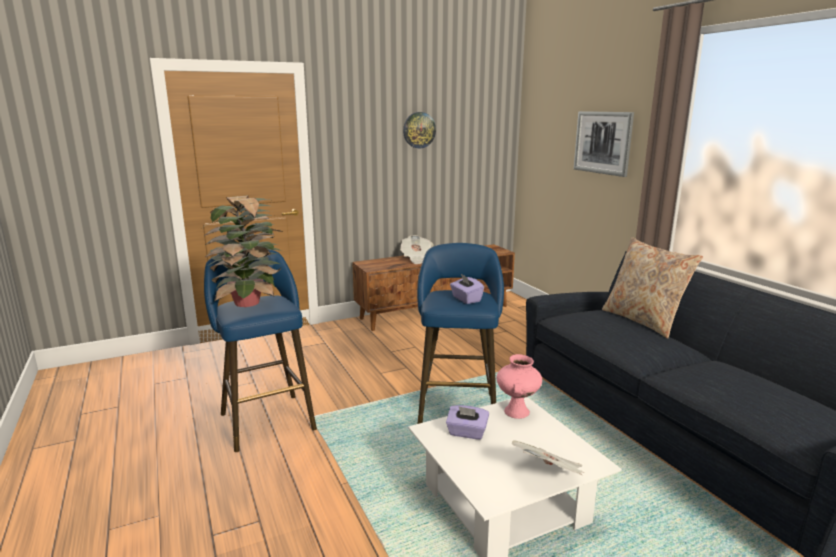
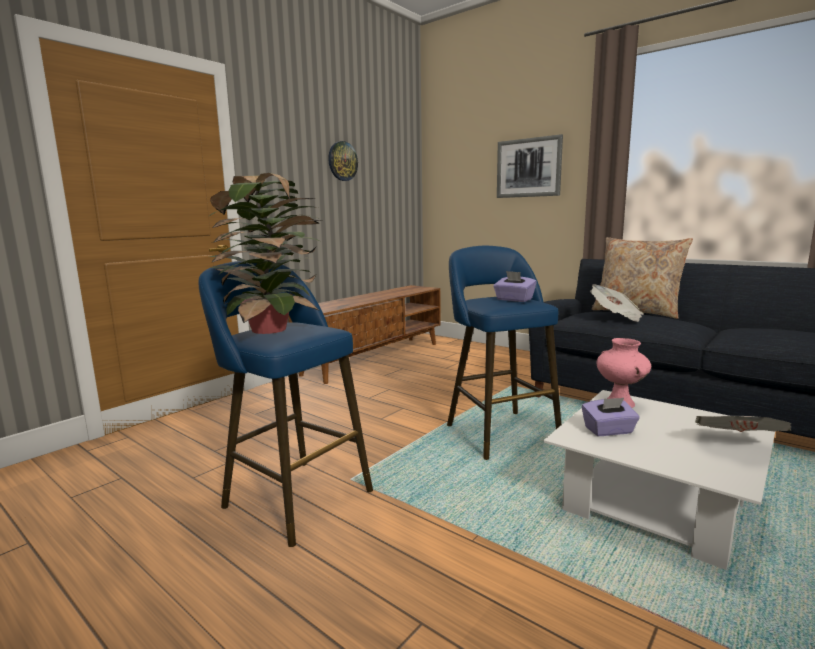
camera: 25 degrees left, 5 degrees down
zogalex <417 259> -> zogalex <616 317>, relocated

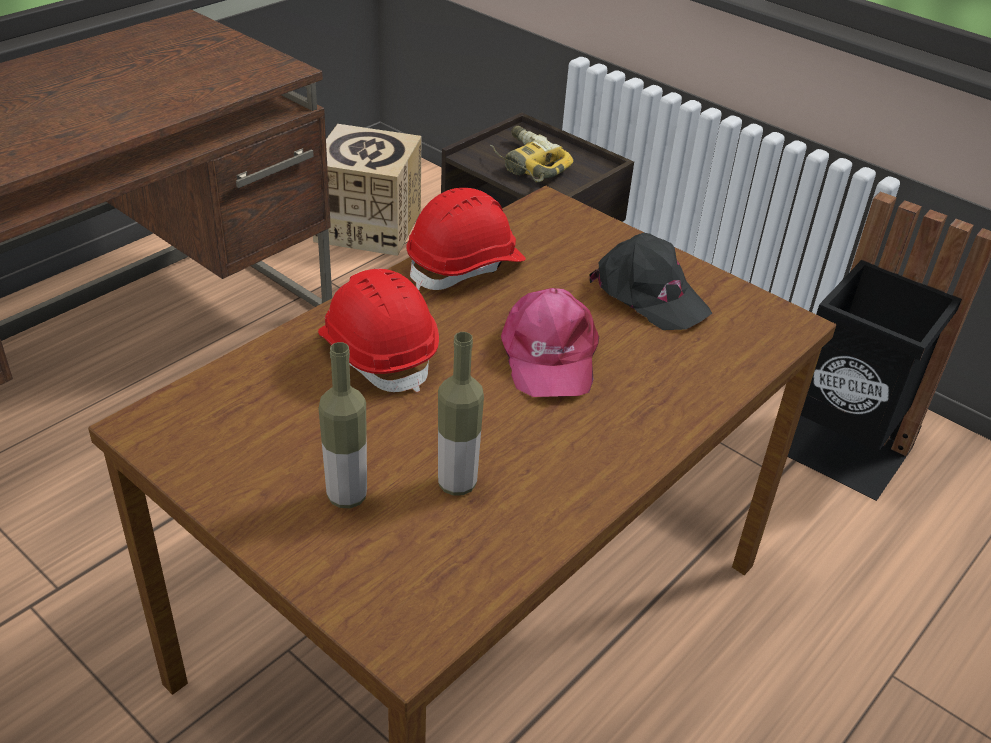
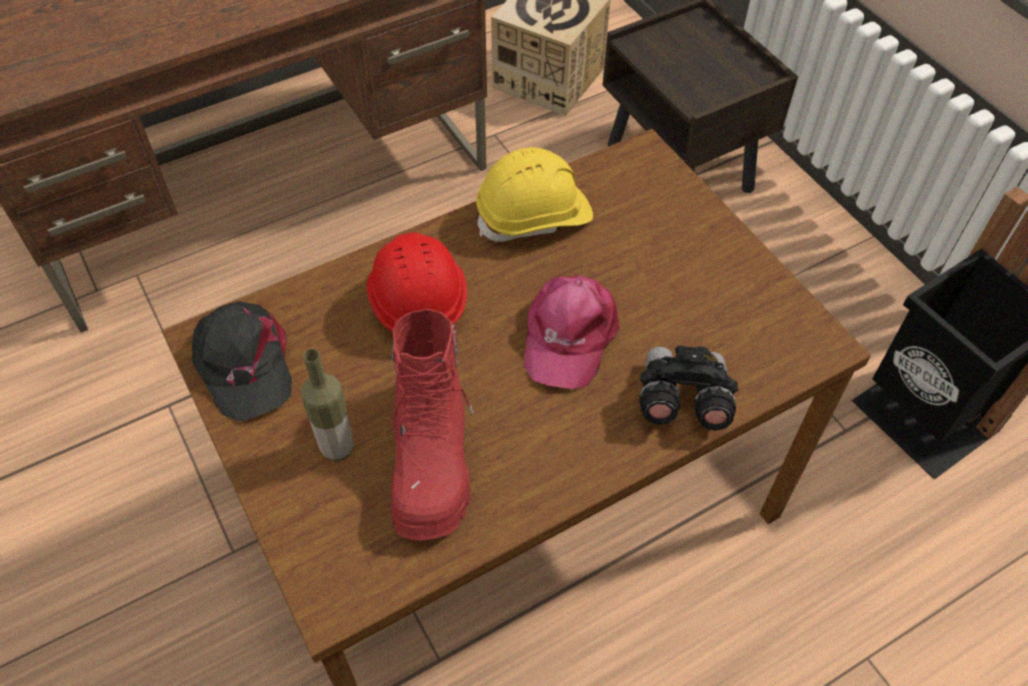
camera: 20 degrees right, 15 degrees up
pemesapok <526 164> -> none
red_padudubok <466 266> -> yellow_padudubok <534 217>
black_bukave <649 295> -> black_bukave <244 364>, relocated
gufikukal <457 484> -> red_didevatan <432 457>
none -> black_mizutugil <681 401>

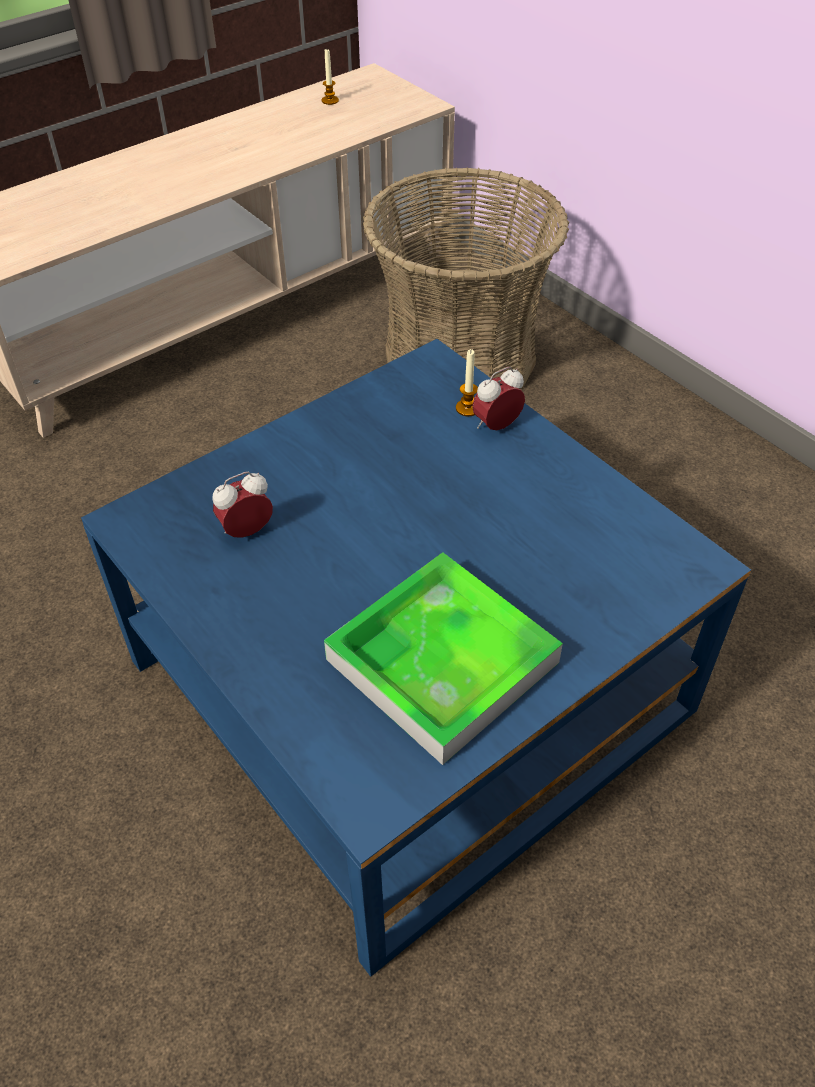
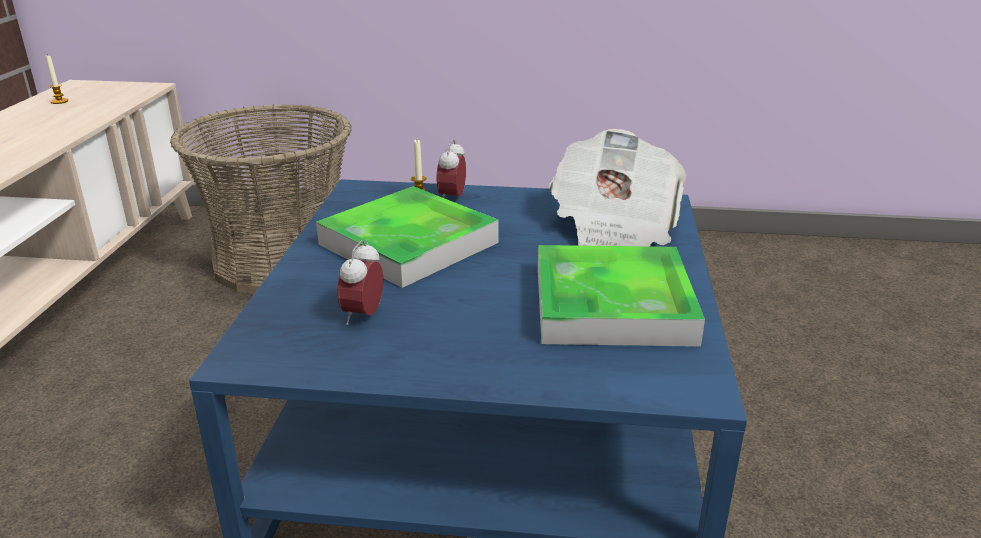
camera: 45 degrees left, 20 degrees down
none -> zogalex <613 227>
none -> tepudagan <408 243>

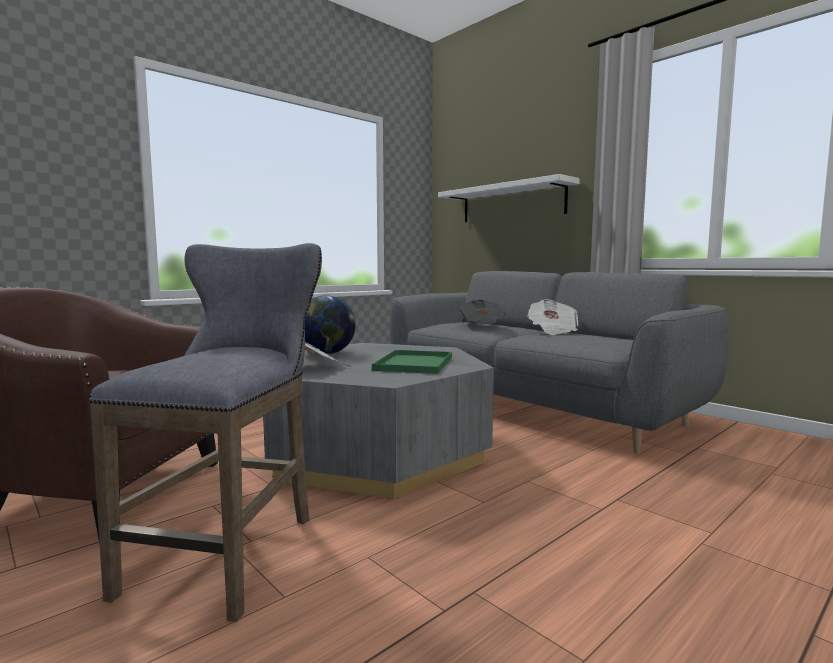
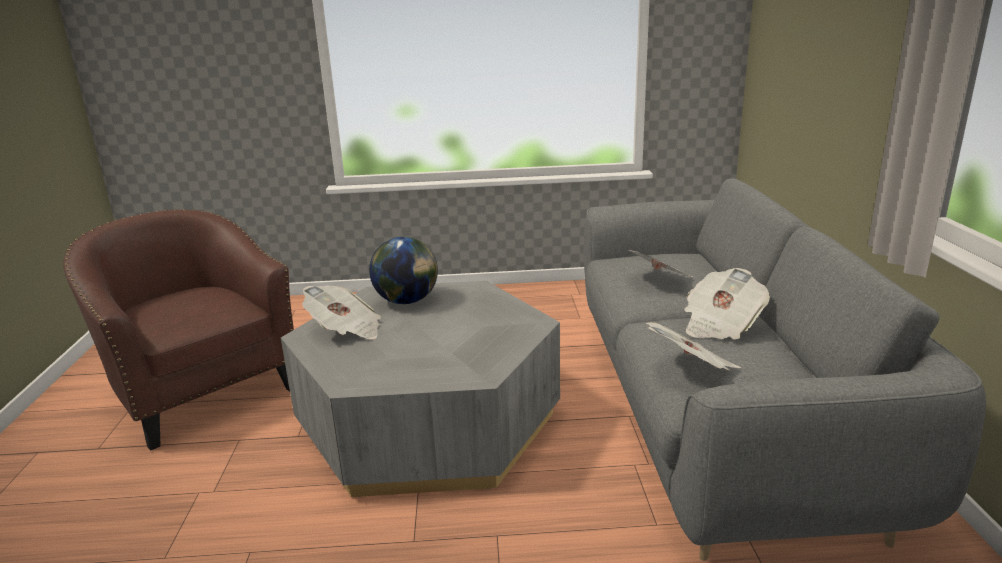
camera: 40 degrees right, 15 degrees up
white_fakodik <512 202> -> none
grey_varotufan <233 549> -> none
green_tepudagan <415 364> -> none
none -> zogalex <691 369>

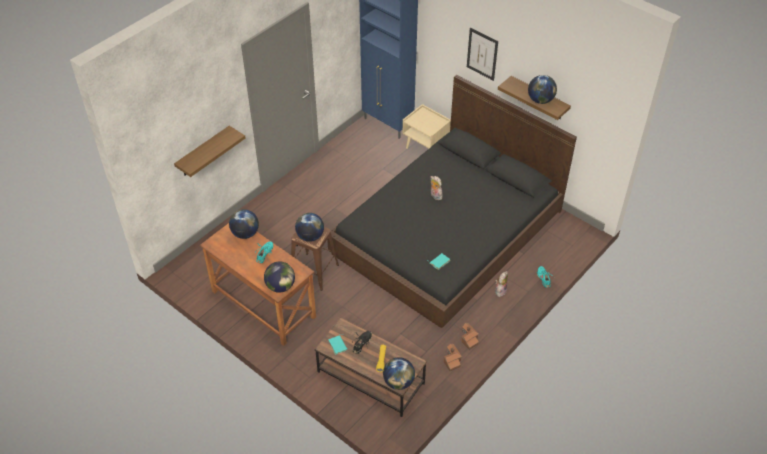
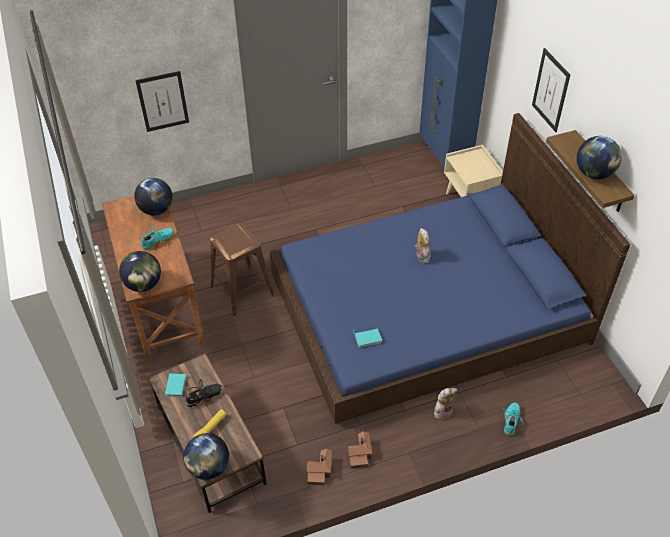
camera: 30 degrees right, 0 degrees up
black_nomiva <447 232> -> blue_nomiva <427 309>
fakodik <203 152> -> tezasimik <163 101>
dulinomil <310 236> -> none

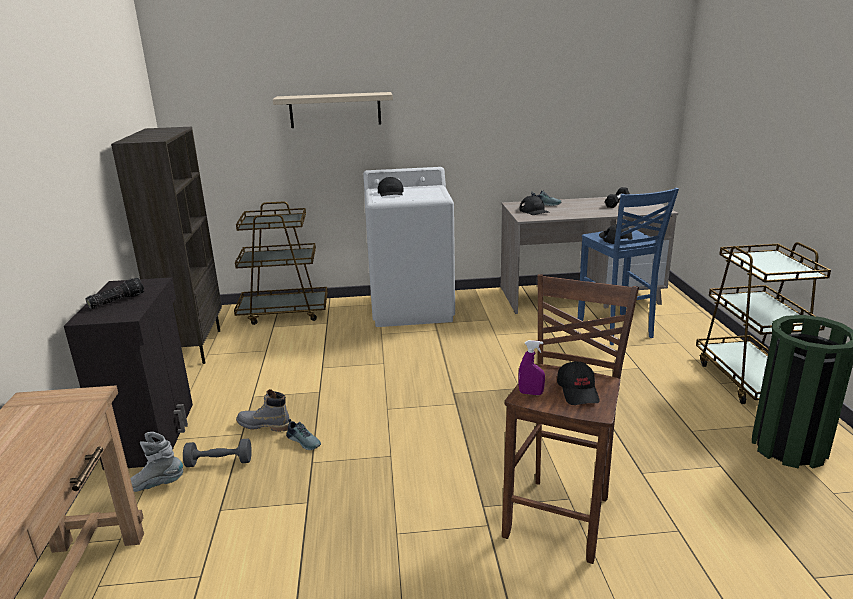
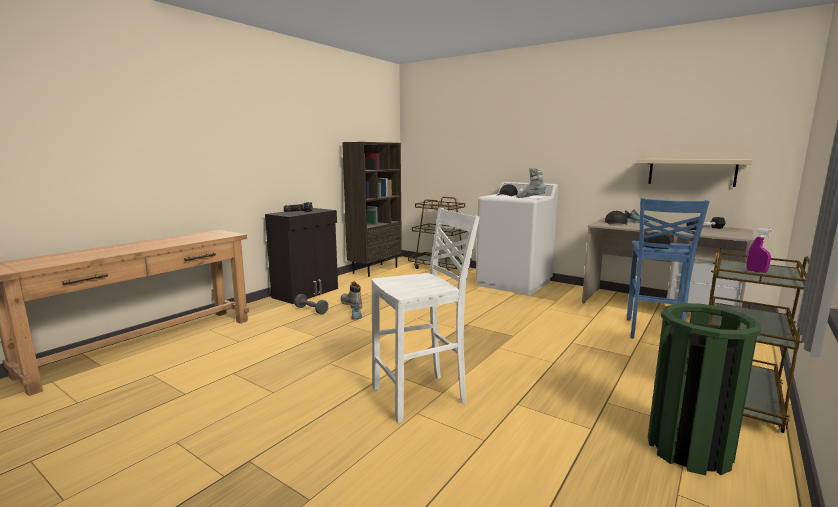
camera: 40 degrees right, 10 degrees down
beige_fakodik <335 110> -> beige_fakodik <691 172>, relocated
brown_varotufan <561 516> -> white_varotufan <421 397>
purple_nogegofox <531 393> -> purple_nogegofox <756 271>, relocated
black_bukave <578 392> -> none
grey_didevatan <156 485> -> grey_didevatan <530 198>, relocated

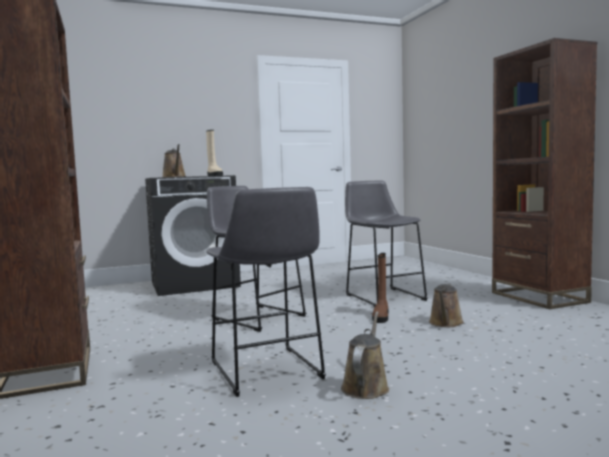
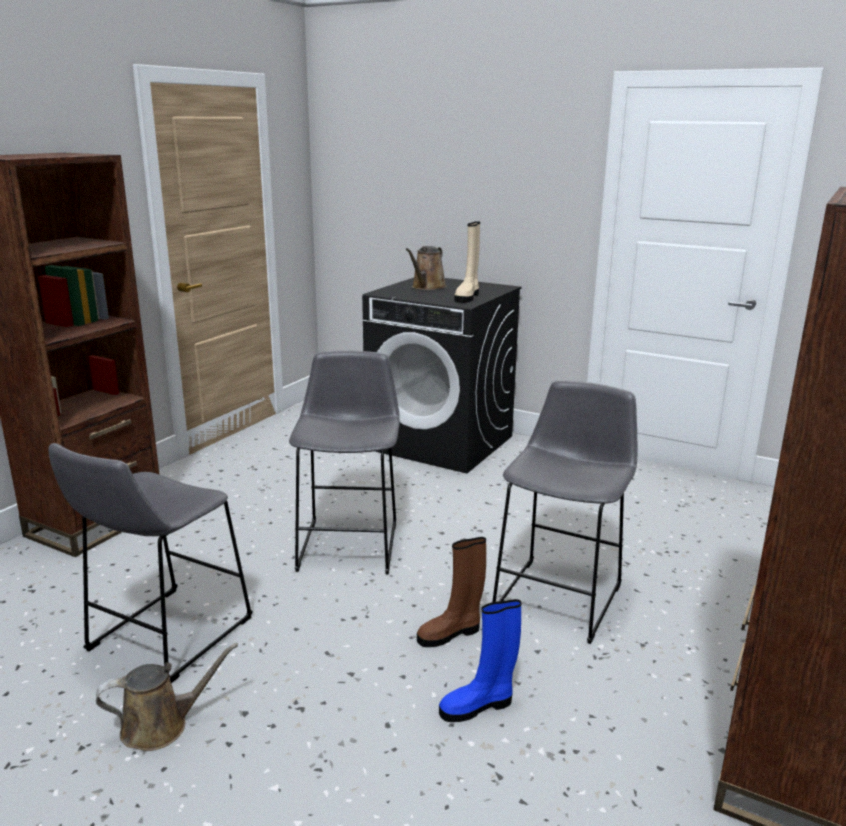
camera: 50 degrees right, 15 degrees up
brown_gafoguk <445 323> -> blue_didevatan <478 706>

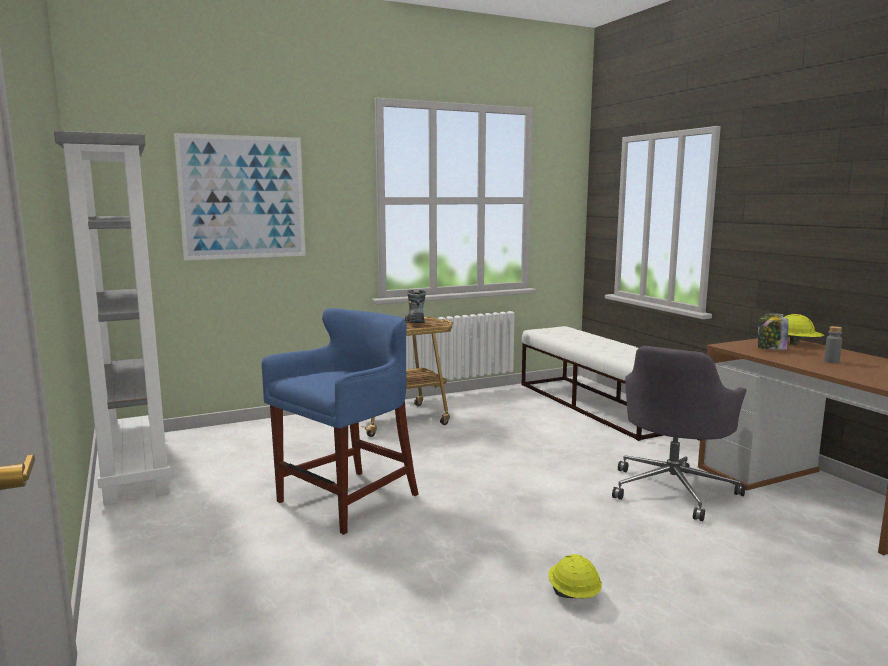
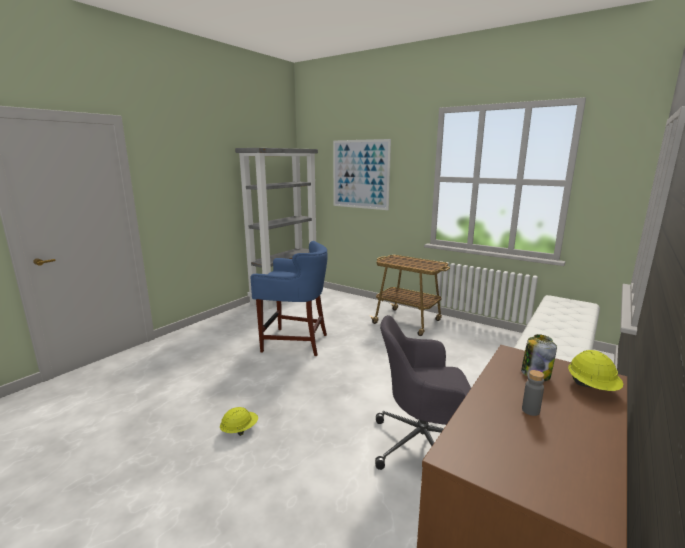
camera: 60 degrees right, 5 degrees up
didevatan <415 323> -> none

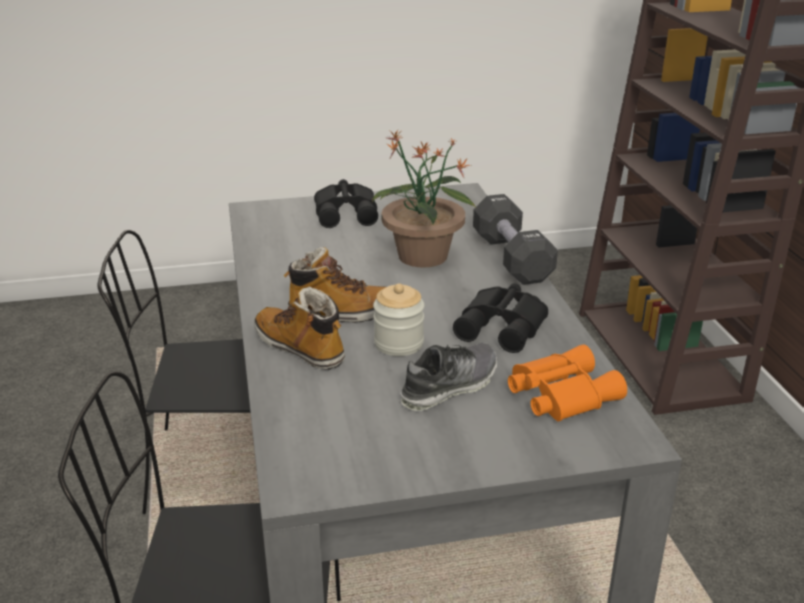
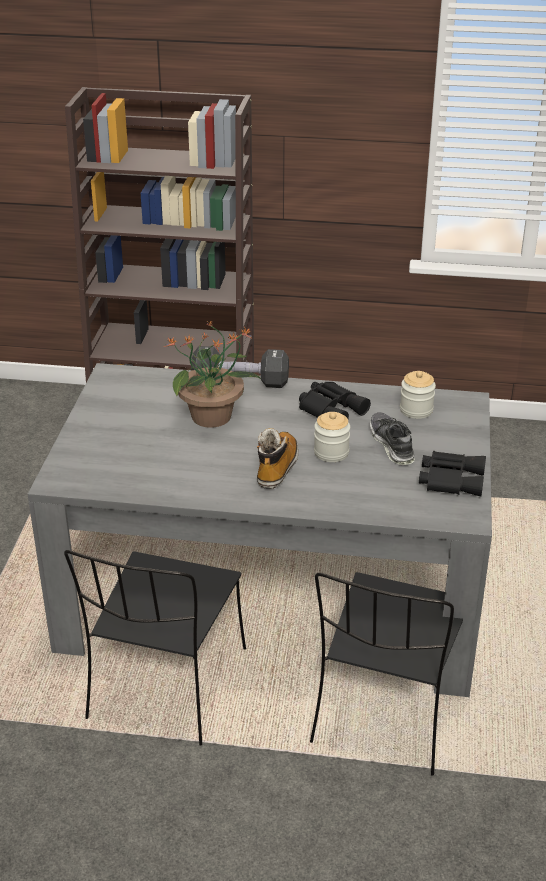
camera: 70 degrees left, 5 degrees up
black_mizutugil <347 213> -> black_mizutugil <450 479>, relocated
didevatan <300 348> -> none
orange_mizutugil <559 393> -> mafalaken <416 410>

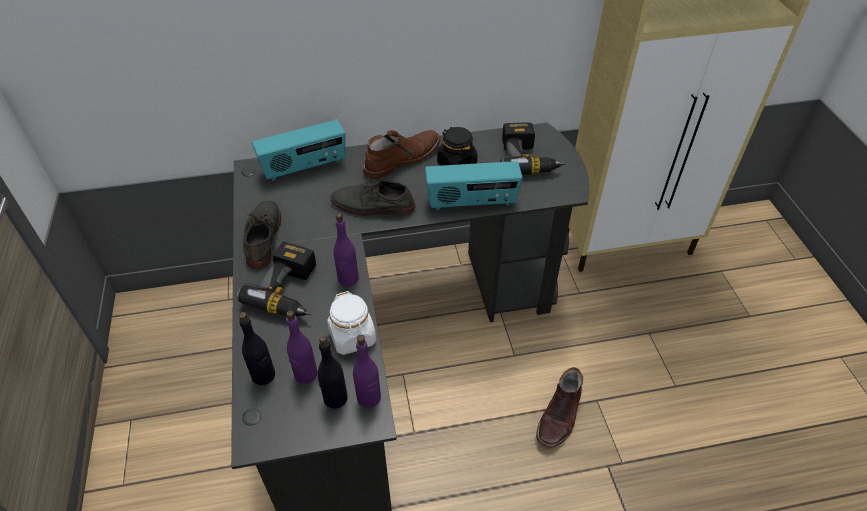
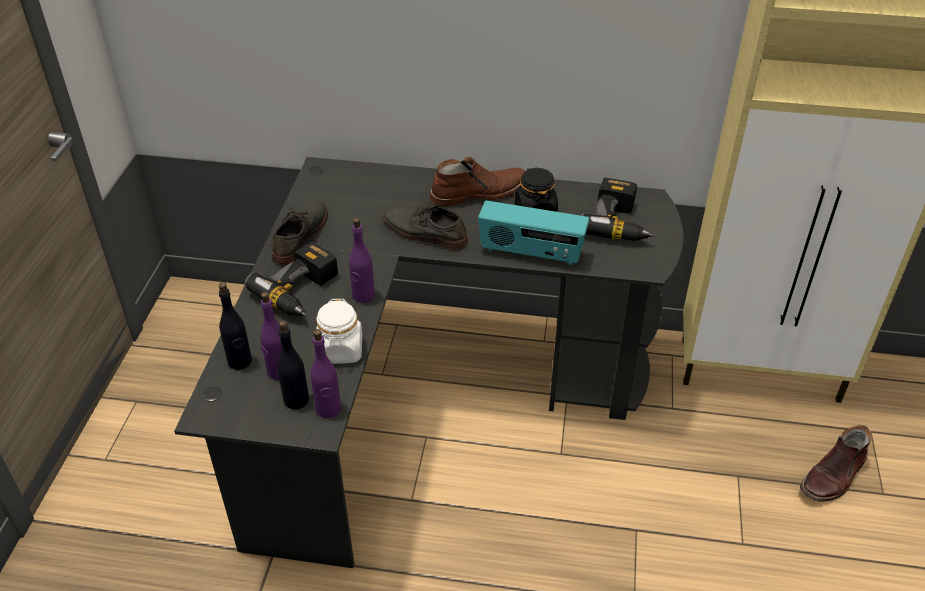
camera: 20 degrees right, 5 degrees down
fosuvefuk <304 167> -> none
brown_didevatan <560 415> -> brown_didevatan <833 476>, relocated

